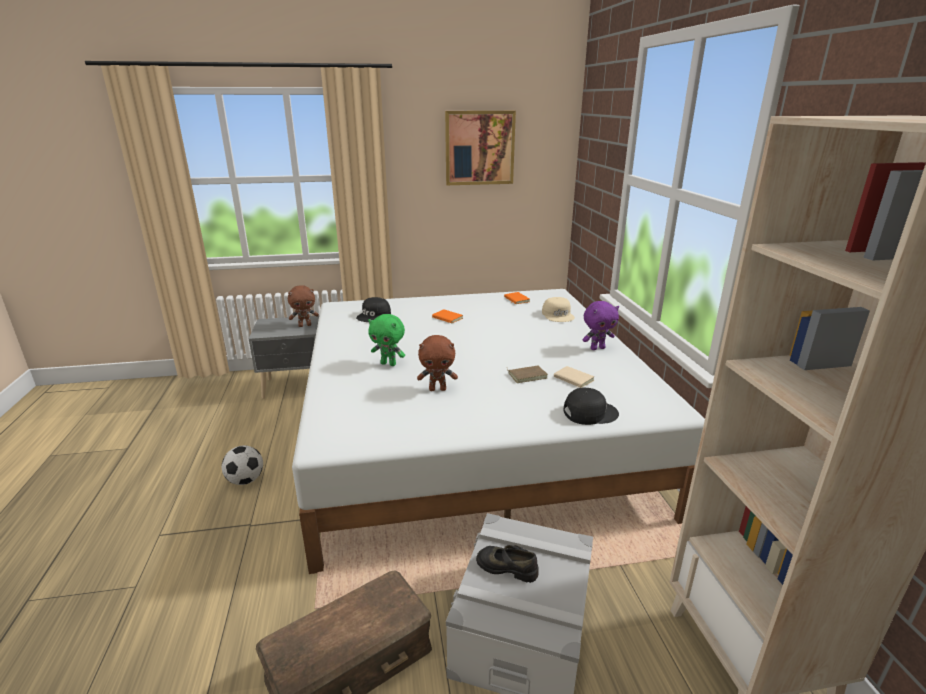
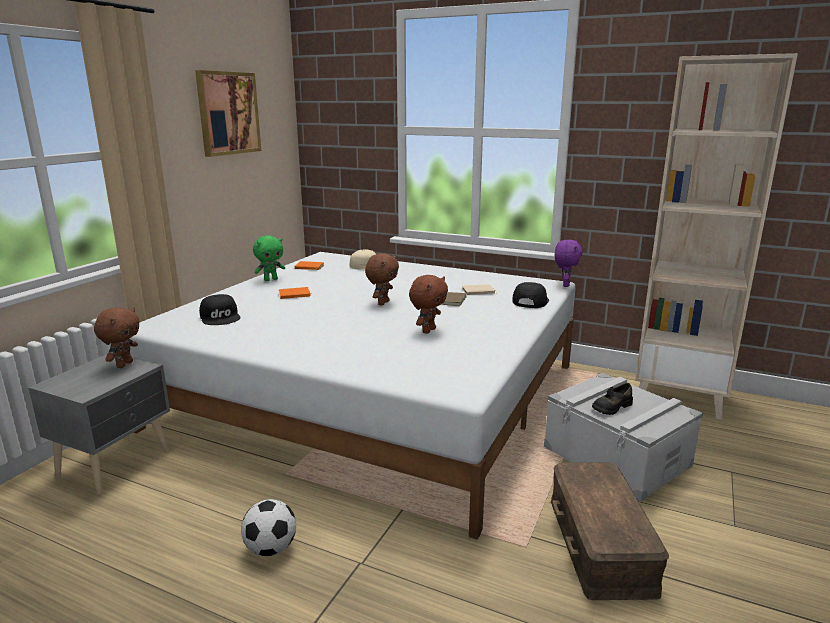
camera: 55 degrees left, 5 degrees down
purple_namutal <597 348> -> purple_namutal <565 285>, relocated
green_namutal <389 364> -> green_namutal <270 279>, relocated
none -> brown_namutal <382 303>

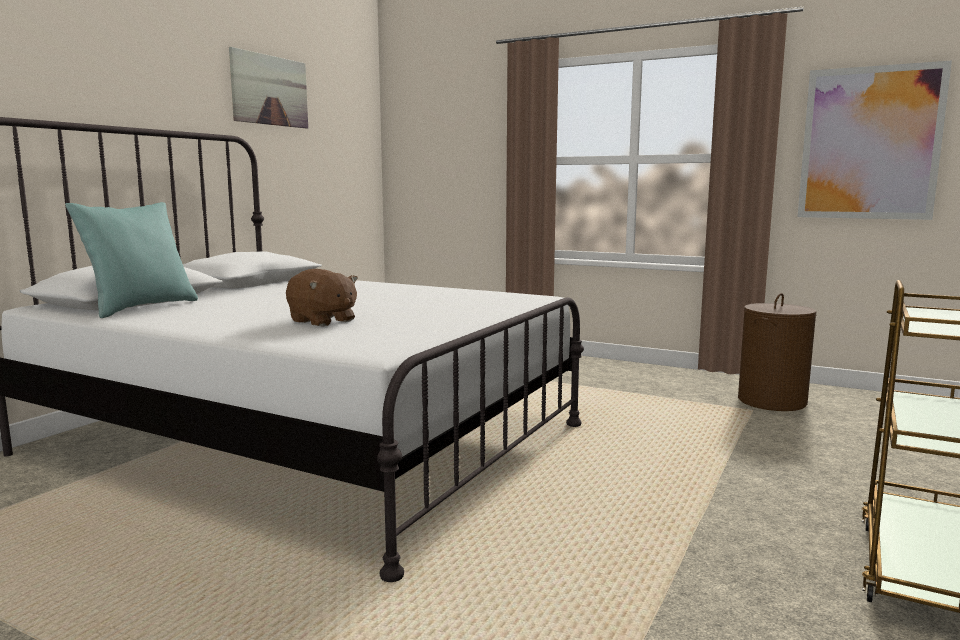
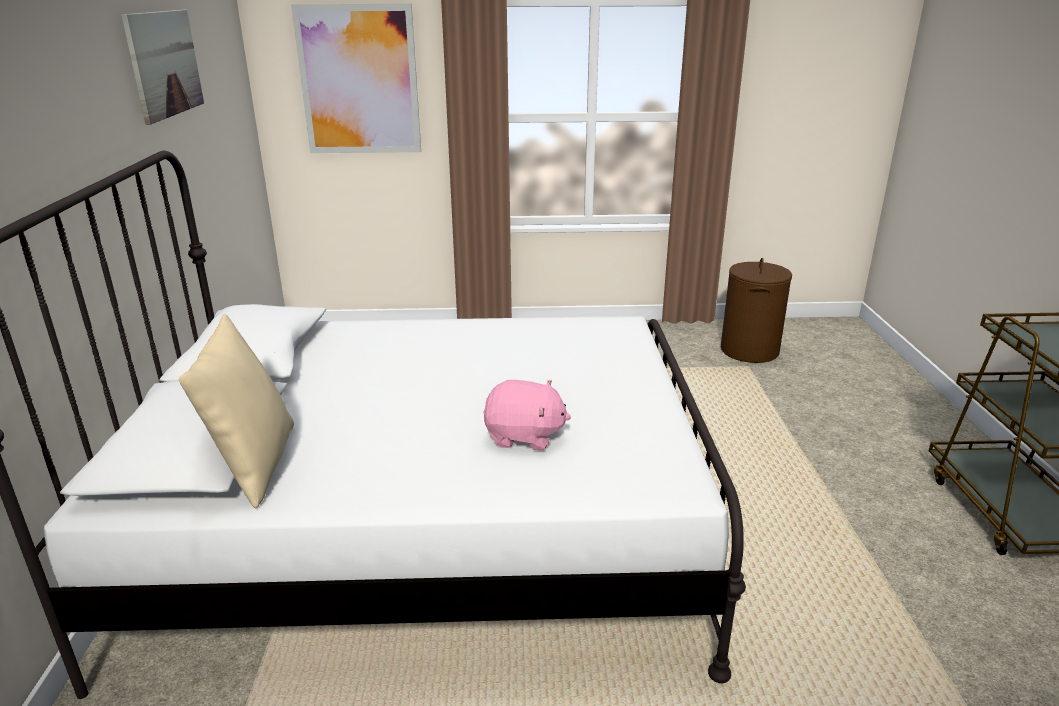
camera: 30 degrees left, 15 degrees up
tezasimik <869 143> -> tezasimik <359 80>, relocated
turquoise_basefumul <141 308> -> beige_basefumul <254 465>
brown_namutal <322 321> -> pink_namutal <524 436>

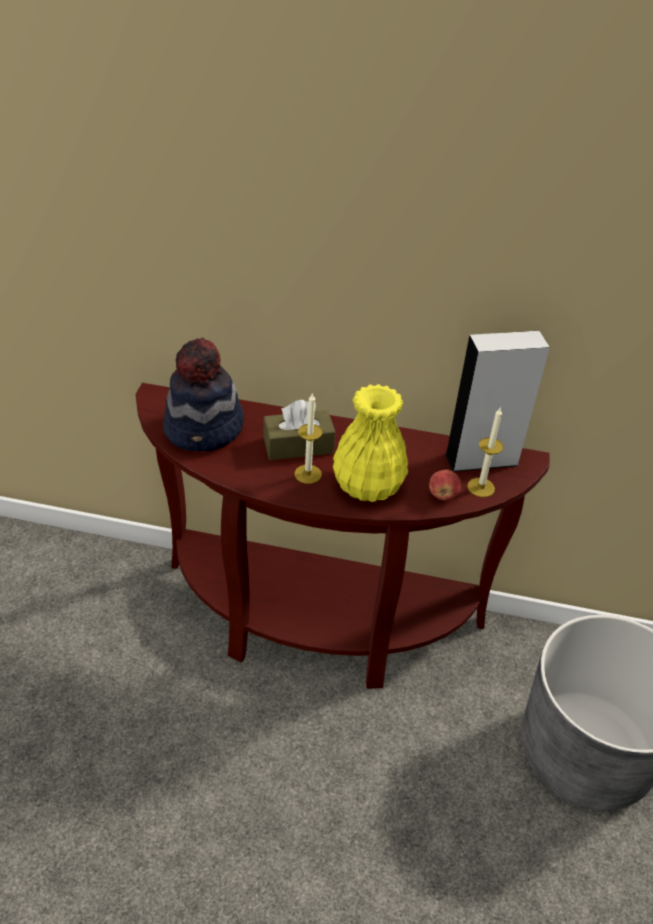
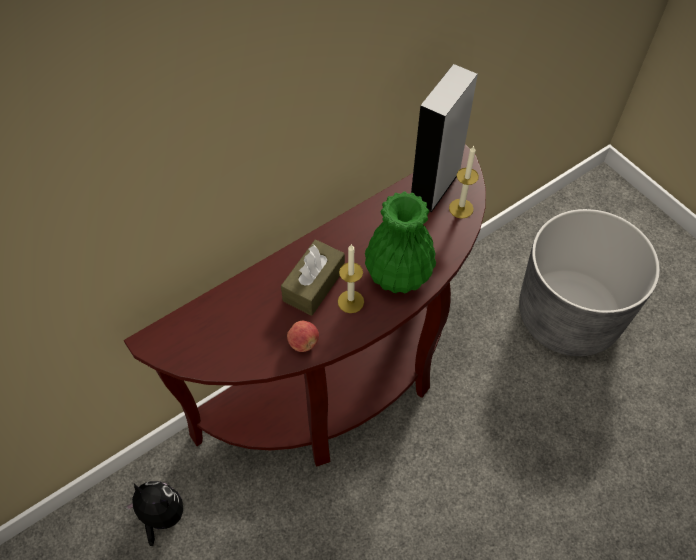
camera: 45 degrees left, 15 degrees up
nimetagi <205 429> -> none
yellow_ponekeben <368 485> -> green_ponekeben <398 273>
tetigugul <443 495> -> tetigugul <303 343>, relocated
none -> namutal <161 516>

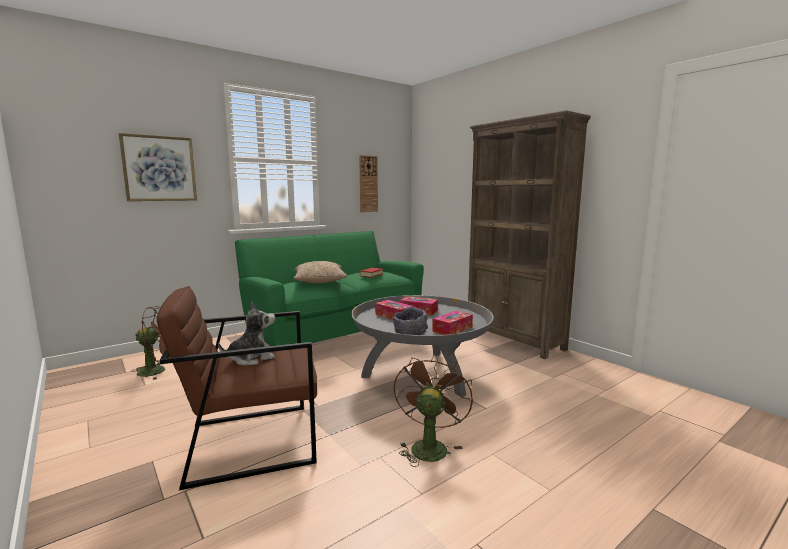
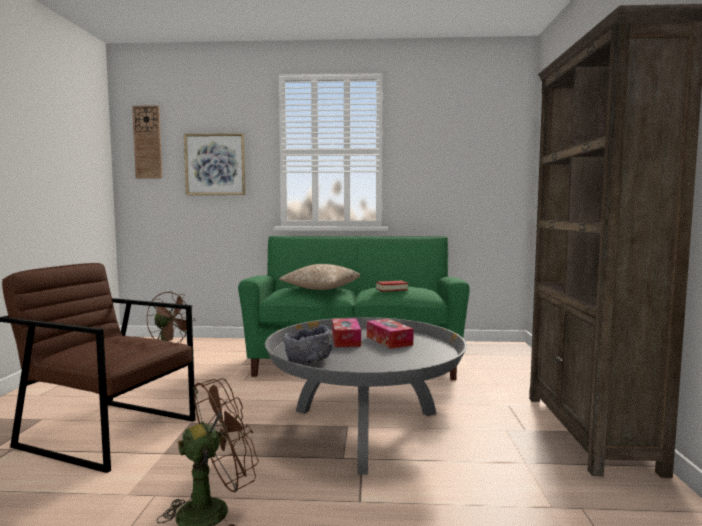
camera: 40 degrees right, 5 degrees down
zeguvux <368 184> -> zeguvux <147 142>, relocated
namutal <251 358> -> none
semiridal <452 329> -> none

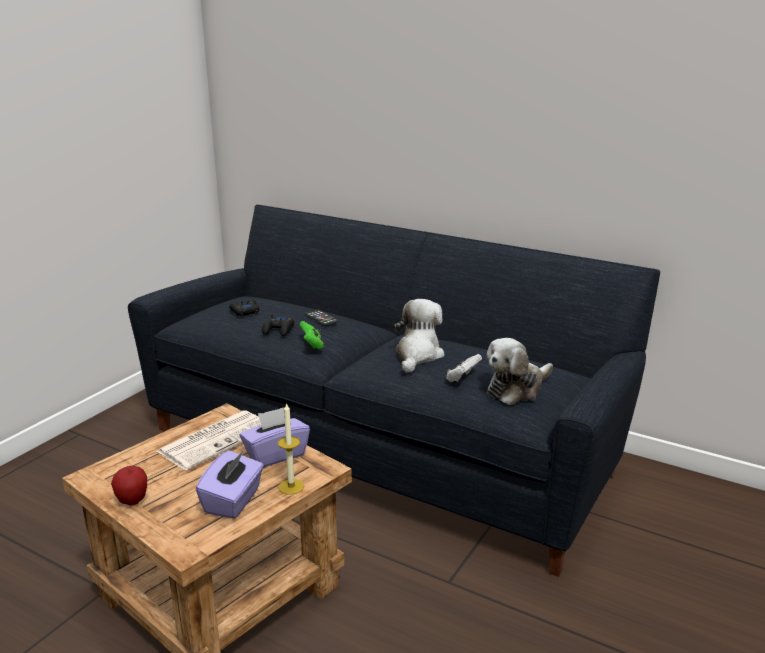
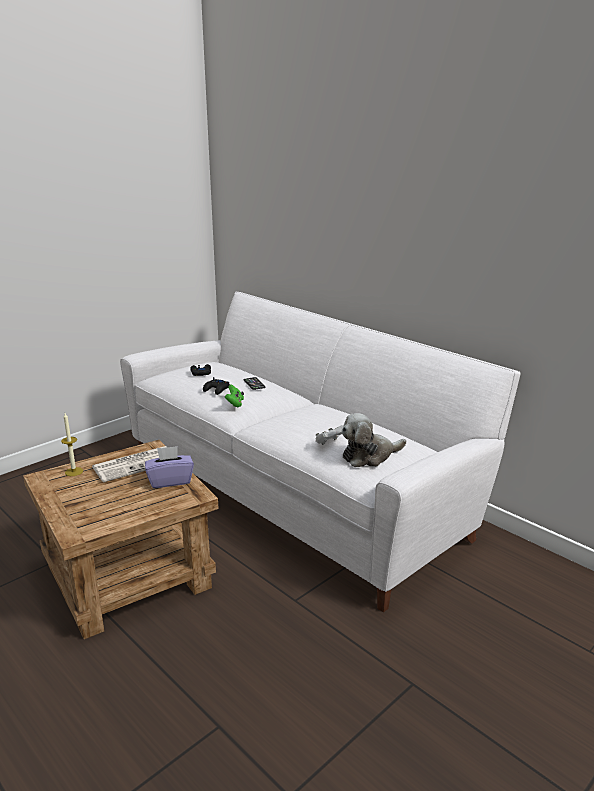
camera: 15 degrees right, 0 degrees up
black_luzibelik <383 444> -> white_luzibelik <297 490>
namutal <417 355> -> none
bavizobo <291 487> -> bavizobo <74 471>, relocated
purple_semiridal <233 501> -> none
tetigugul <132 501> -> none

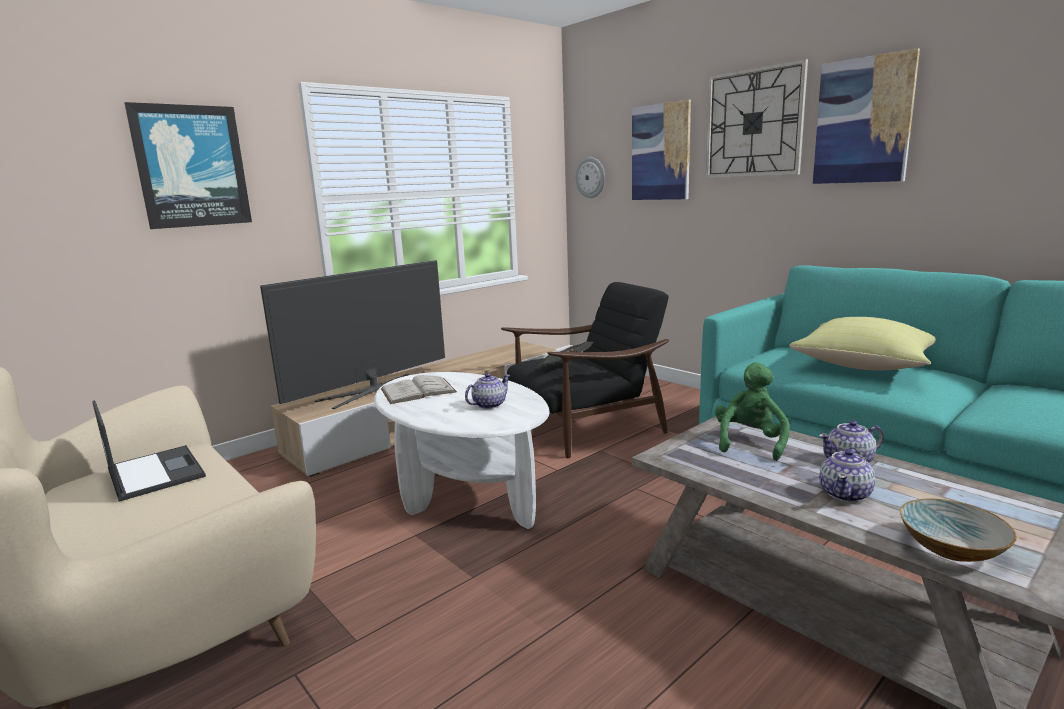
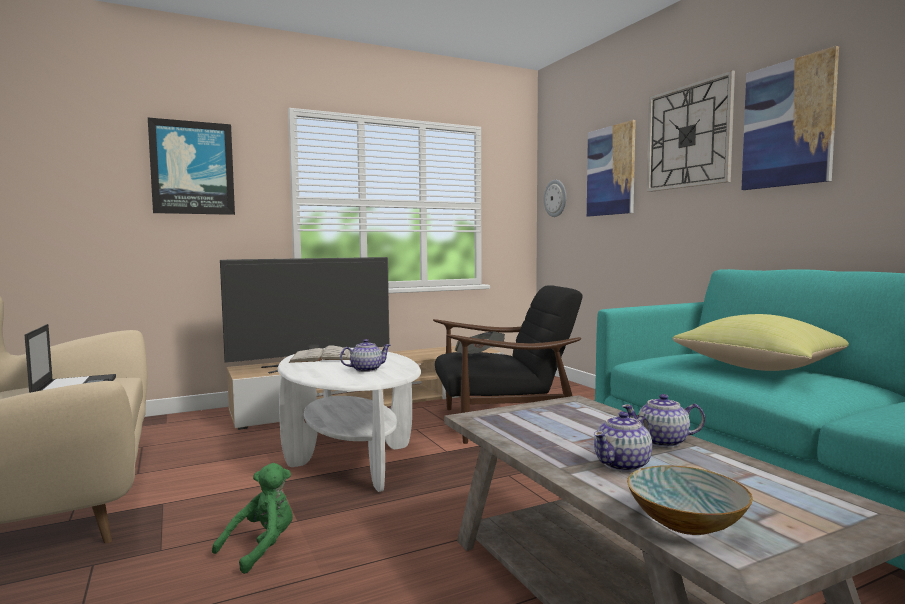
camera: 15 degrees right, 10 degrees down
green_namutal <750 443> -> green_namutal <261 548>, relocated

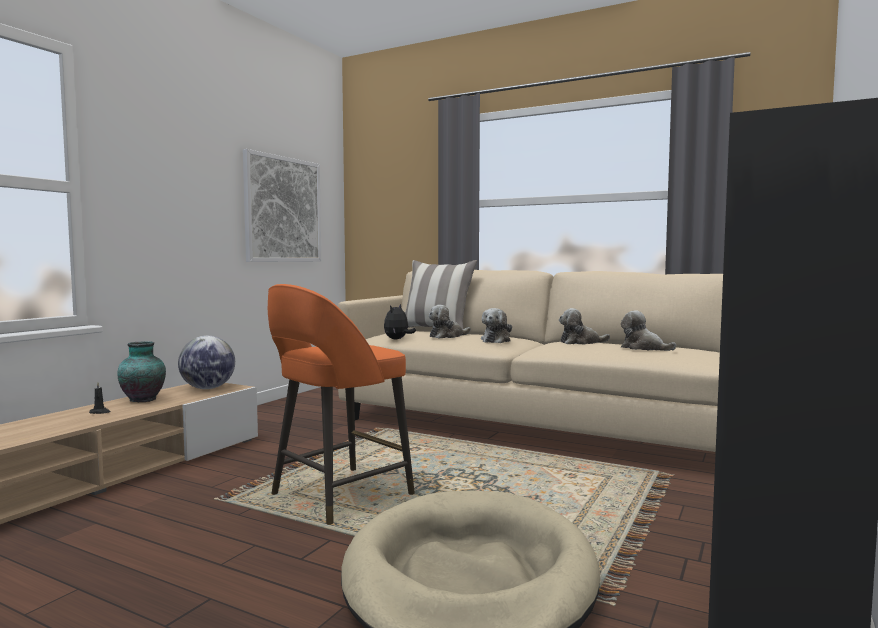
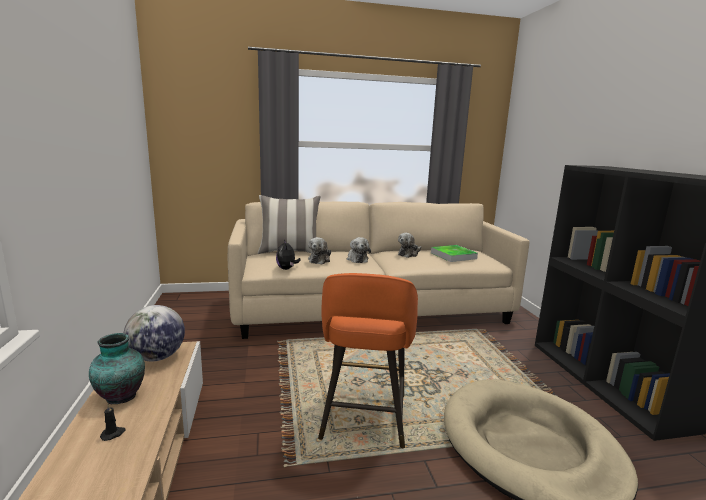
camera: 40 degrees left, 10 degrees up
tezasimik <283 210> -> none
namutal <643 348> -> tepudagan <453 256>

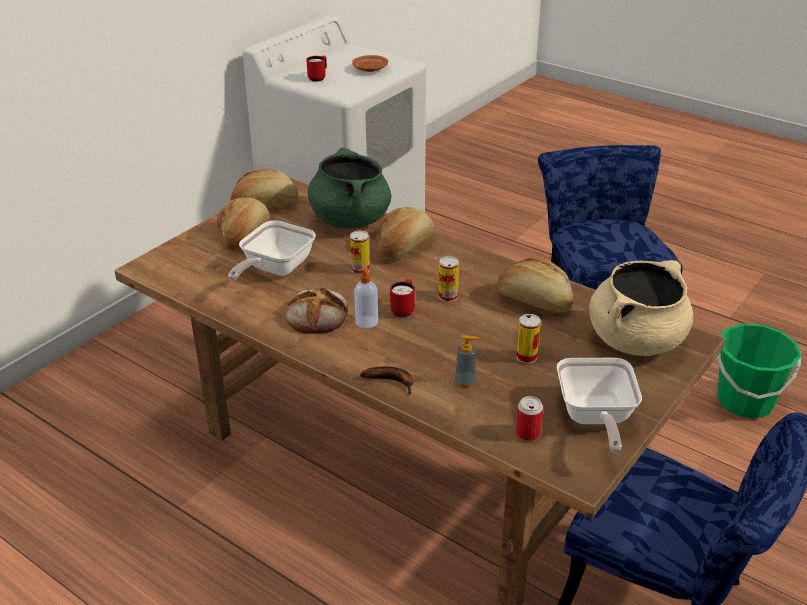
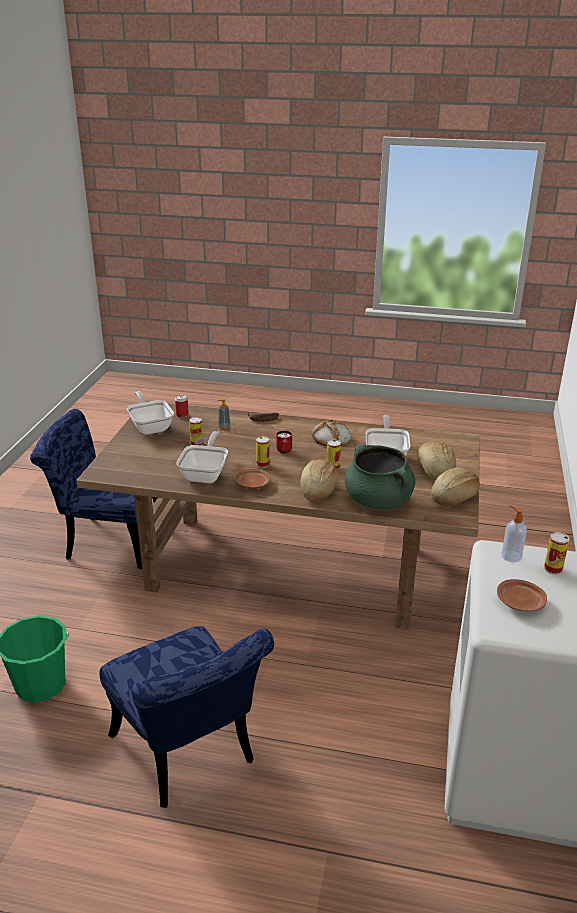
camera: 155 degrees right, 5 degrees down
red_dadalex <318 78> -> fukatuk <553 569>
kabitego <534 301> -> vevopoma <206 474>
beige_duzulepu <636 340> -> none
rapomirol <367 322> -> rapomirol <510 556>, relocated
none -> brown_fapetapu <252 484>

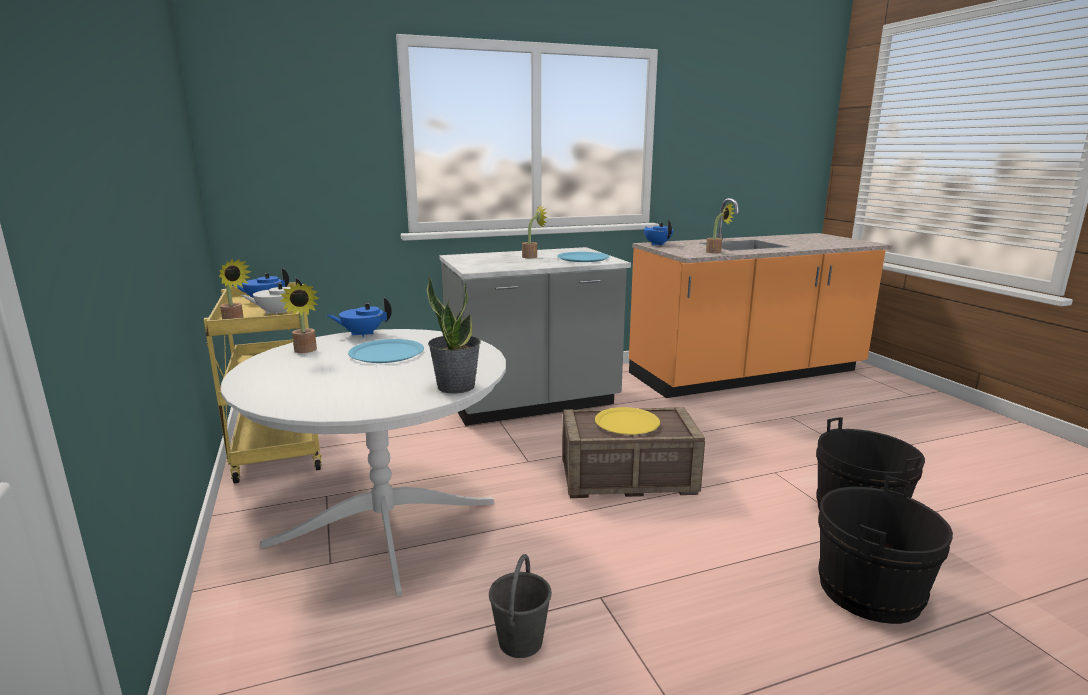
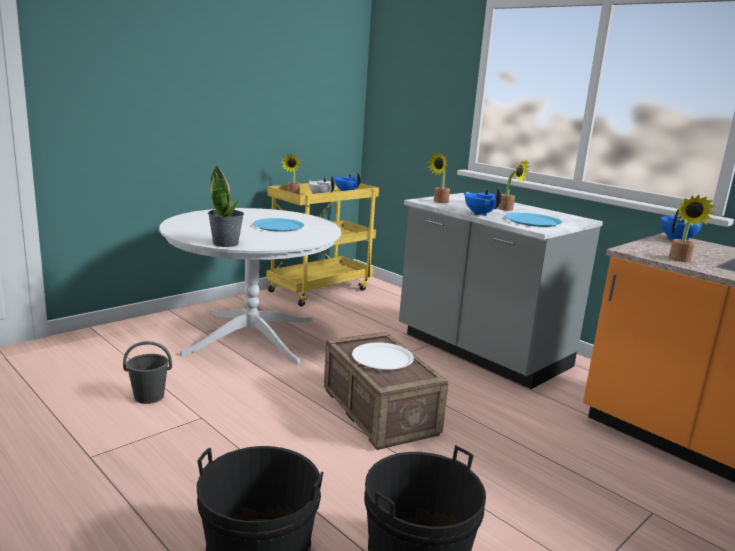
camera: 65 degrees right, 0 degrees up
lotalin <305 351> -> lotalin <439 202>, relocated
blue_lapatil <362 334> -> blue_lapatil <479 214>, relocated
yellow_fapetapu <627 422> -> white_fapetapu <382 357>

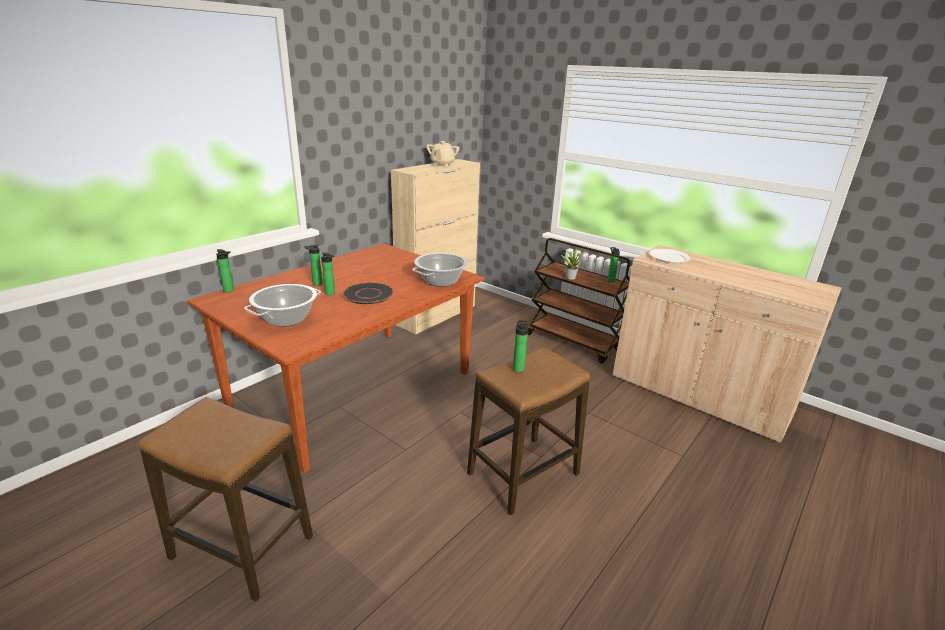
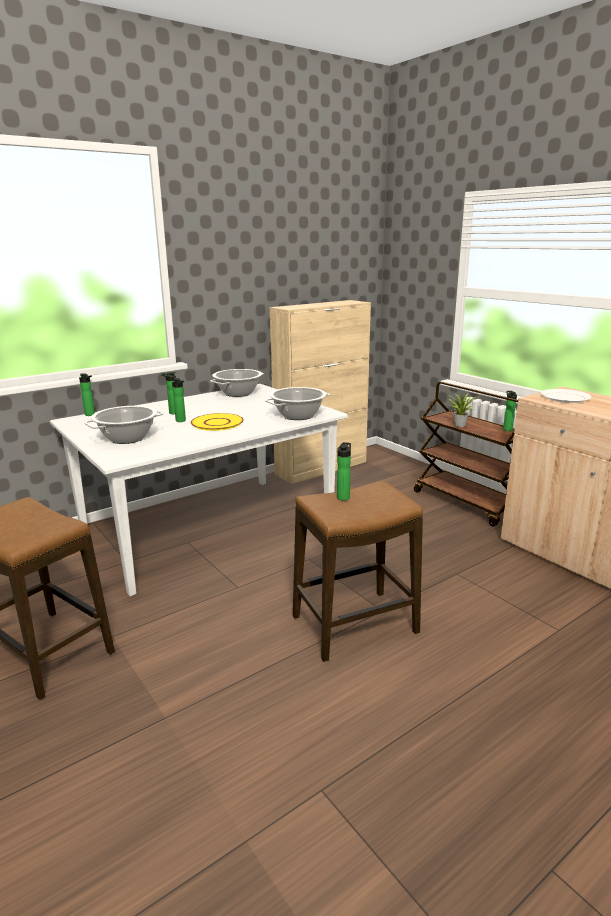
camera: 15 degrees right, 5 degrees down
beige_lapatil <442 164> -> none
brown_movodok <354 389> -> white_movodok <209 528>
black_fapetapu <368 294> -> yellow_fapetapu <217 423>
none -> duzulepu <238 393>

